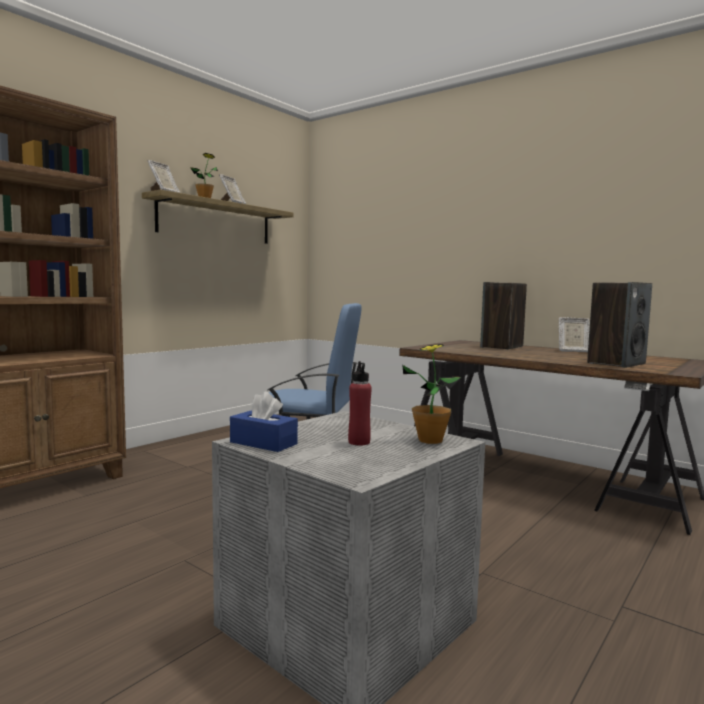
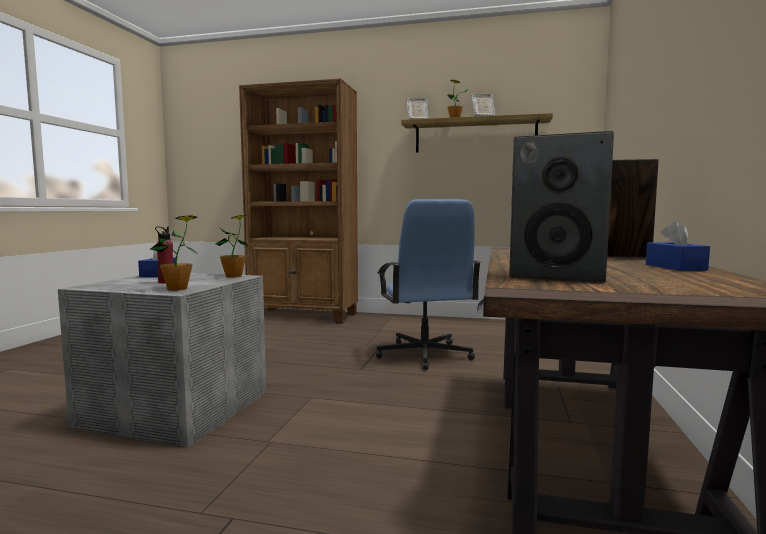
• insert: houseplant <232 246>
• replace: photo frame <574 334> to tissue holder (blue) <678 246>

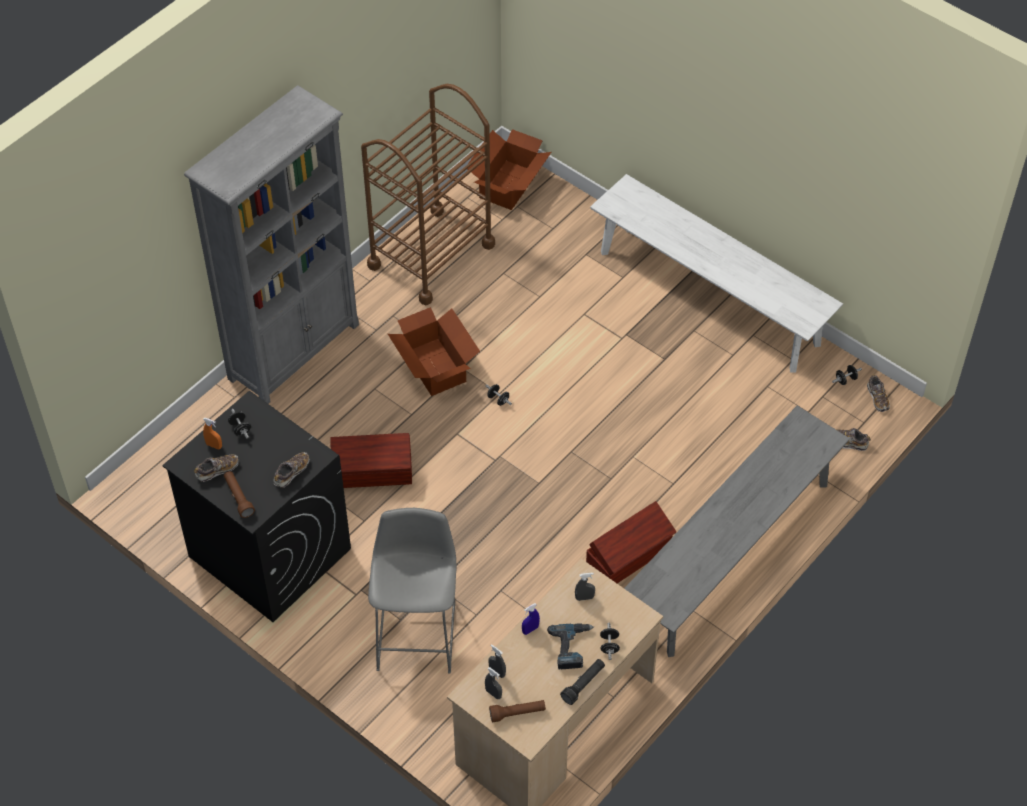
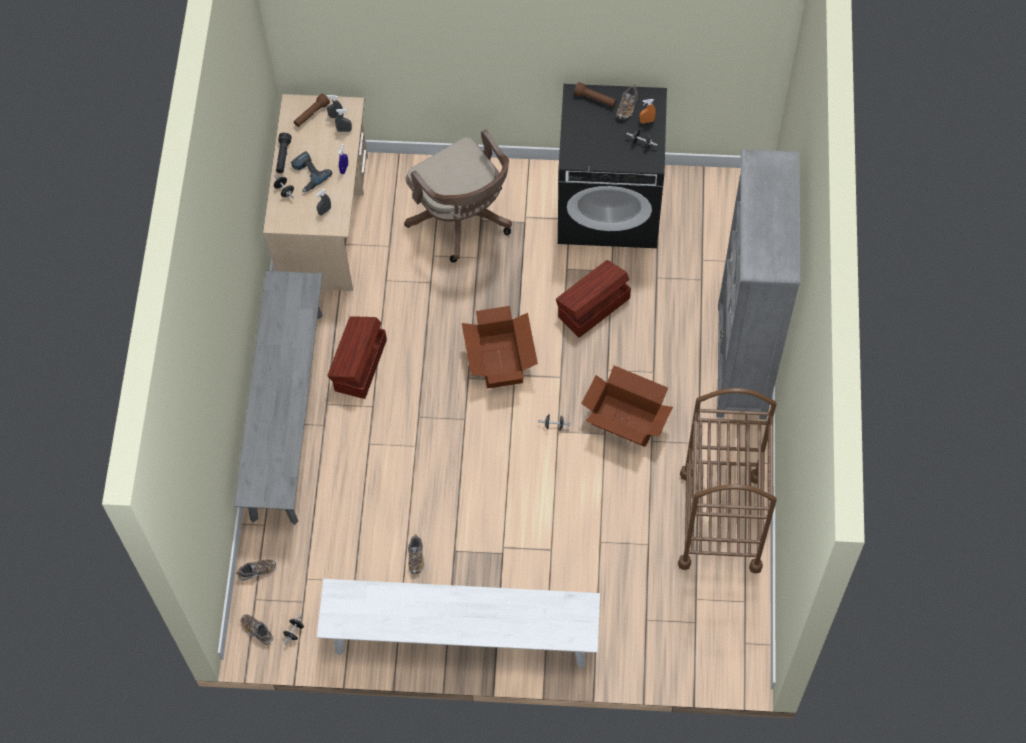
• replace: stool seat (greyish) <412 590> to office chair (brown-coloured) <458 196>
• move: item of footwear <292 470> to <416 554>
• move: packing box <509 169> to <500 347>

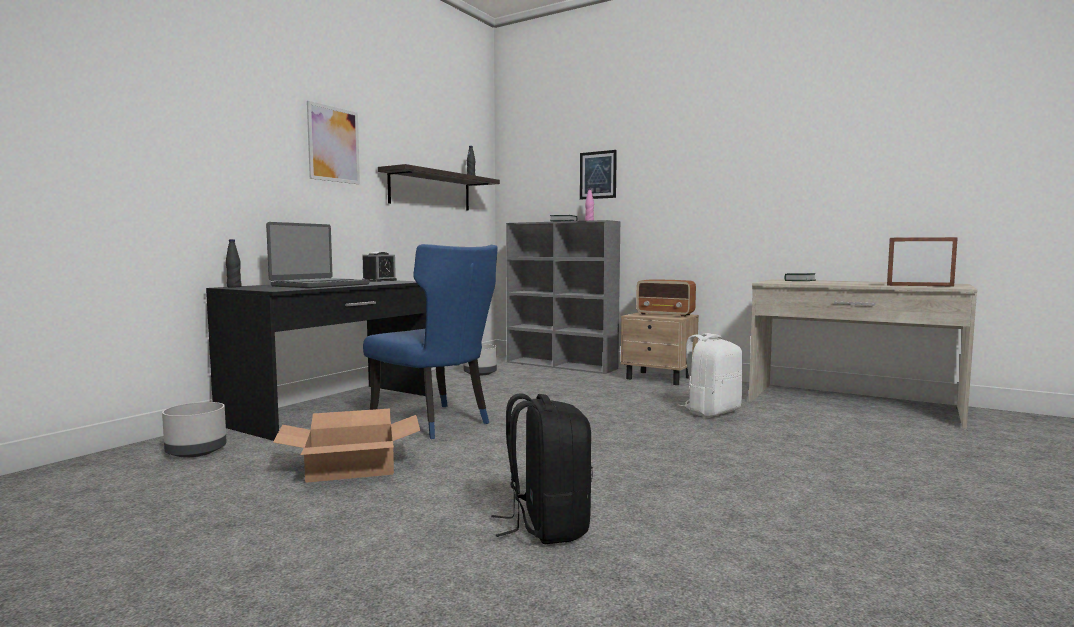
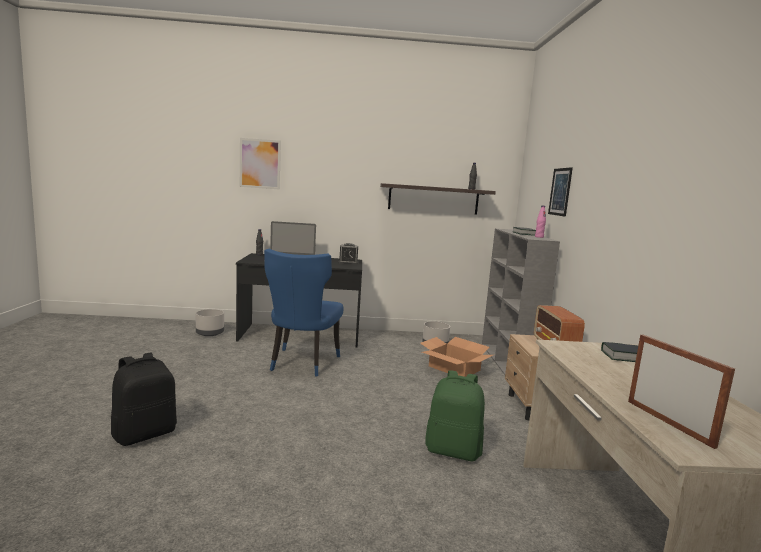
• move: picture <333 142> to <260 164>
• move: packing box <346 446> to <456 357>
• recolor: knapsack (whitish) <710 375> to knapsack (green) <455 415>

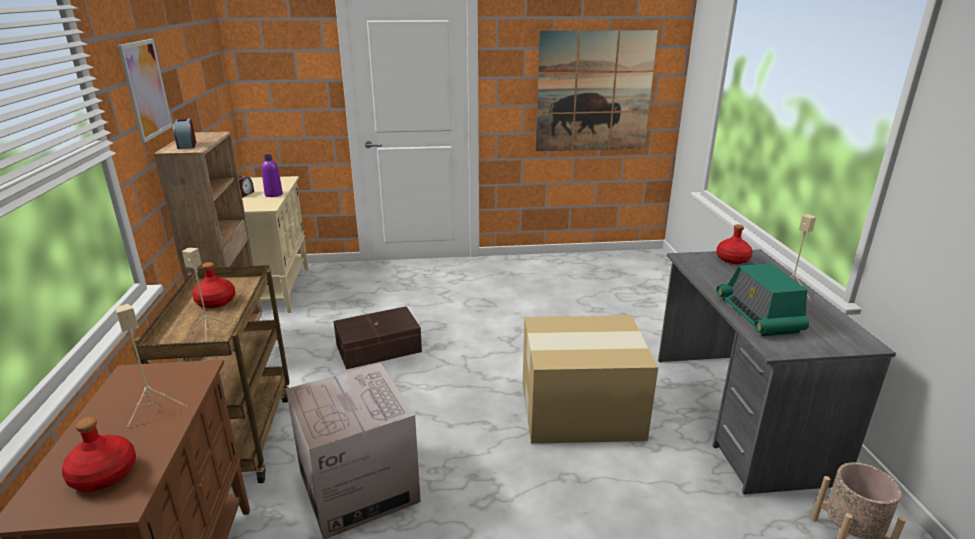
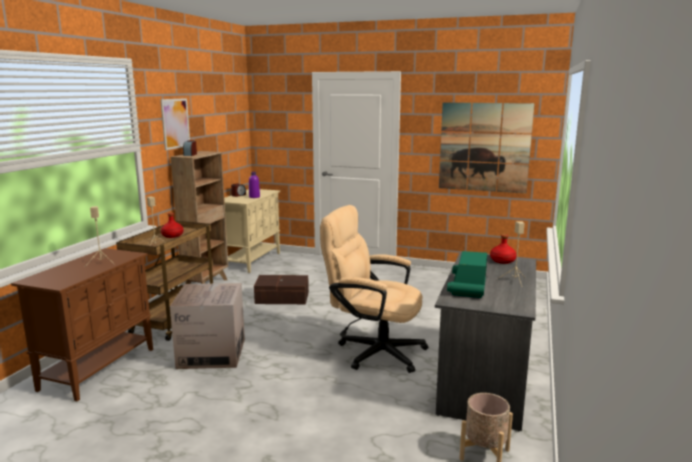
• replace: packing box <590 379> to office chair (sand-coloured) <374 289>
• delete: beverage bottle (red) <99 454>

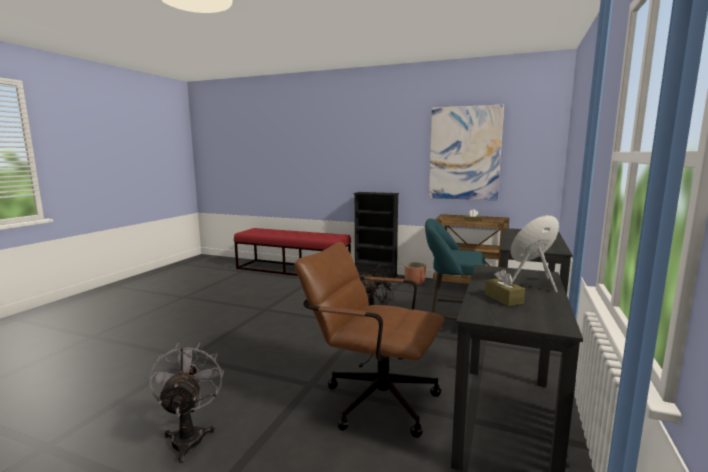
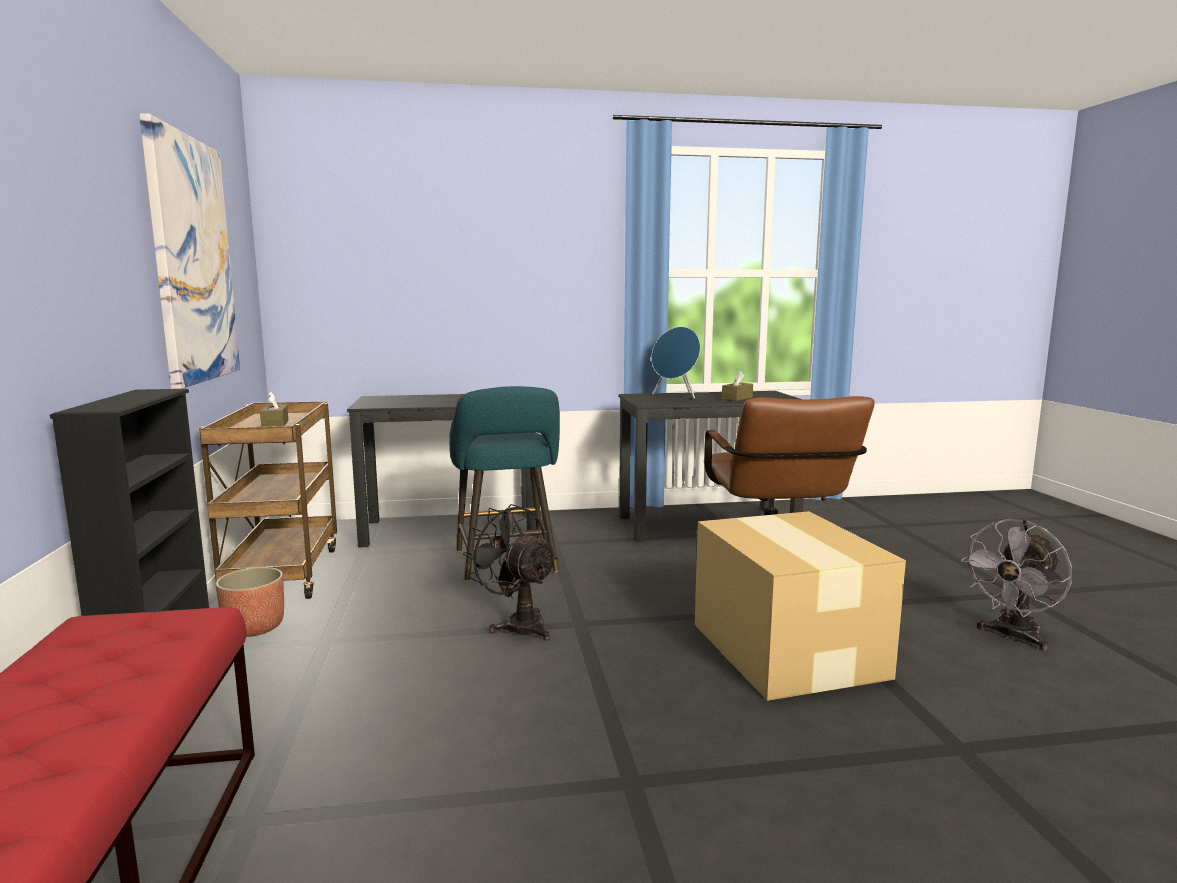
• insert: packing box <800 606>

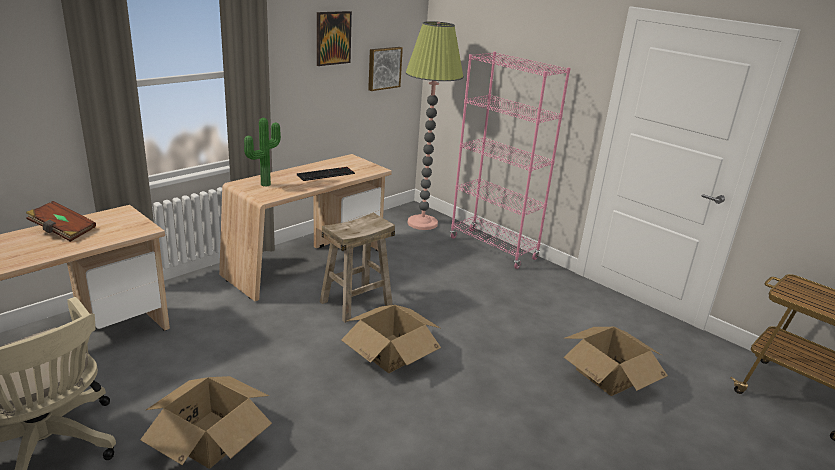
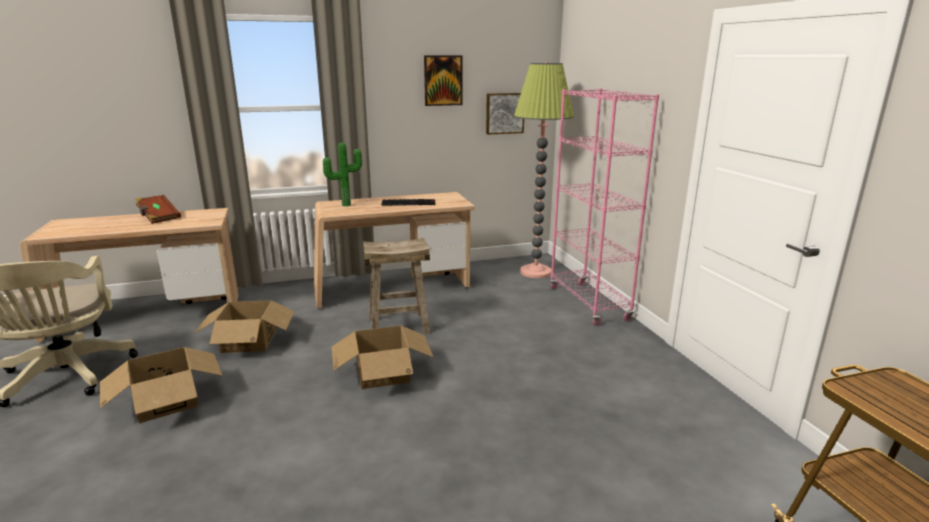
• move: packing box <615 361> to <244 326>

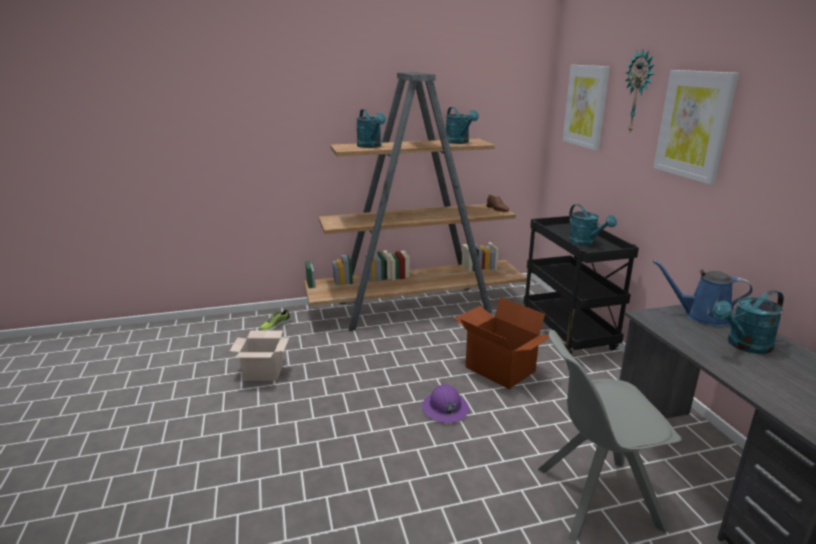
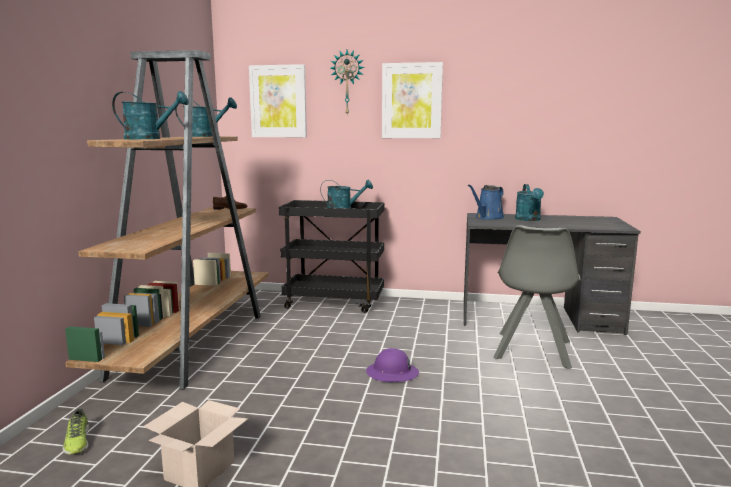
• delete: packing box <501 343>

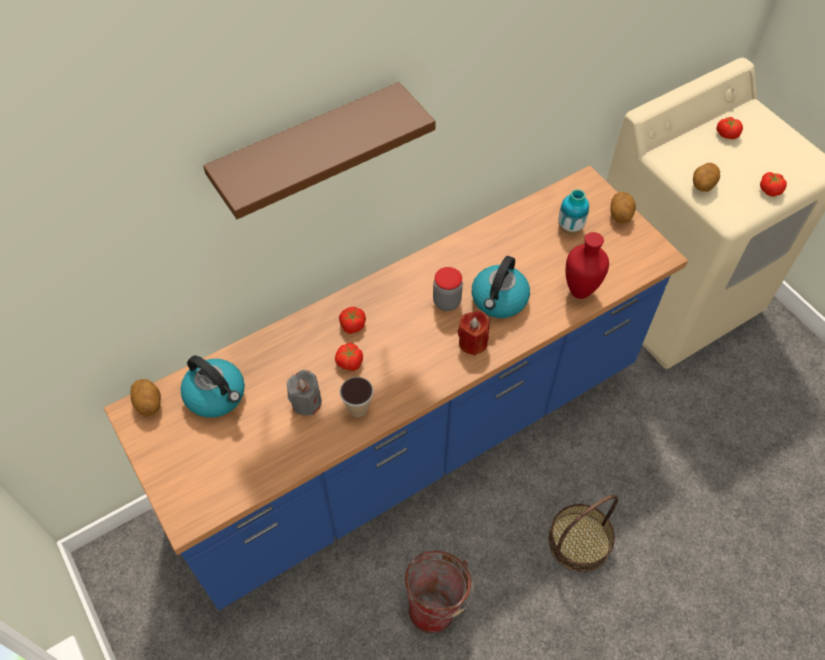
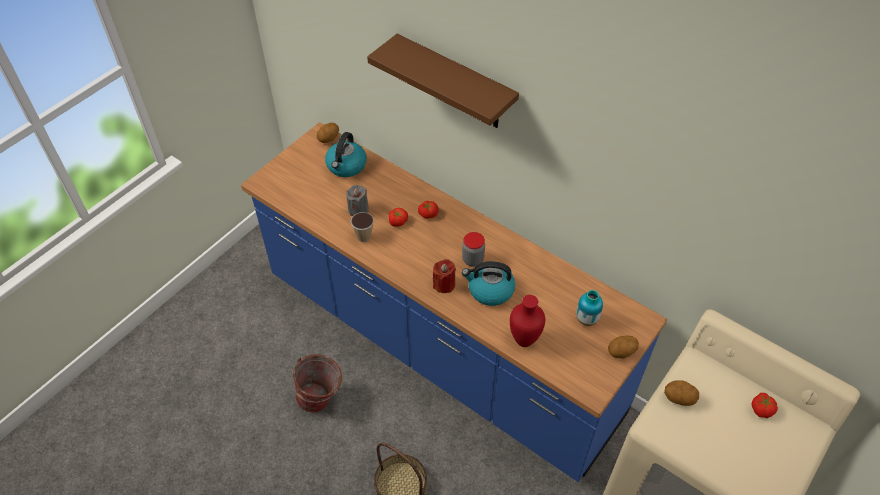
• delete: whole tomato <773 184>

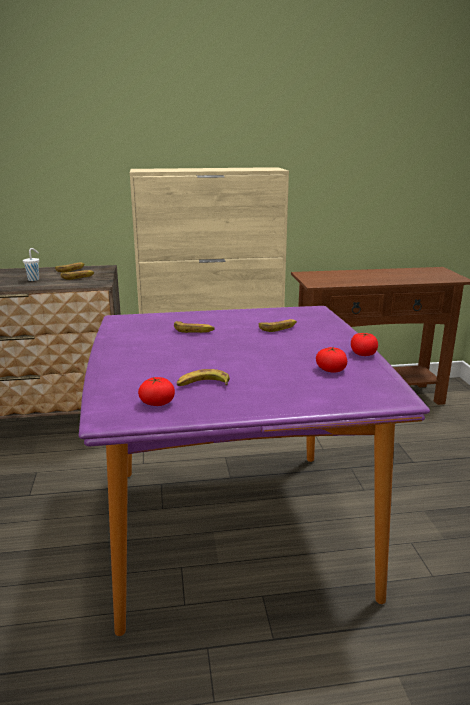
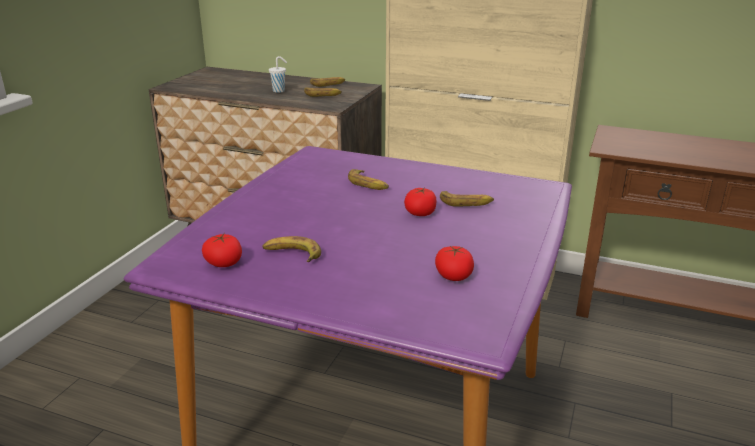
• move: whole tomato <364 344> to <420 202>

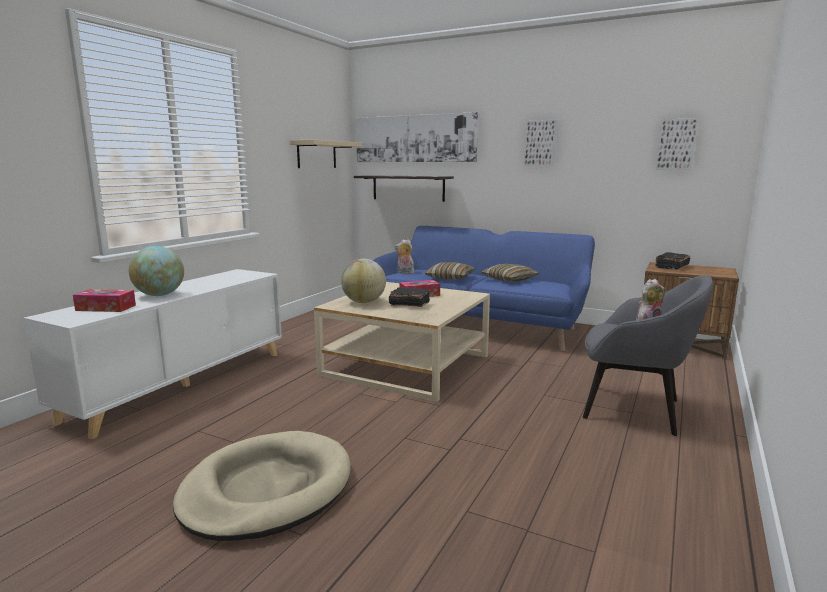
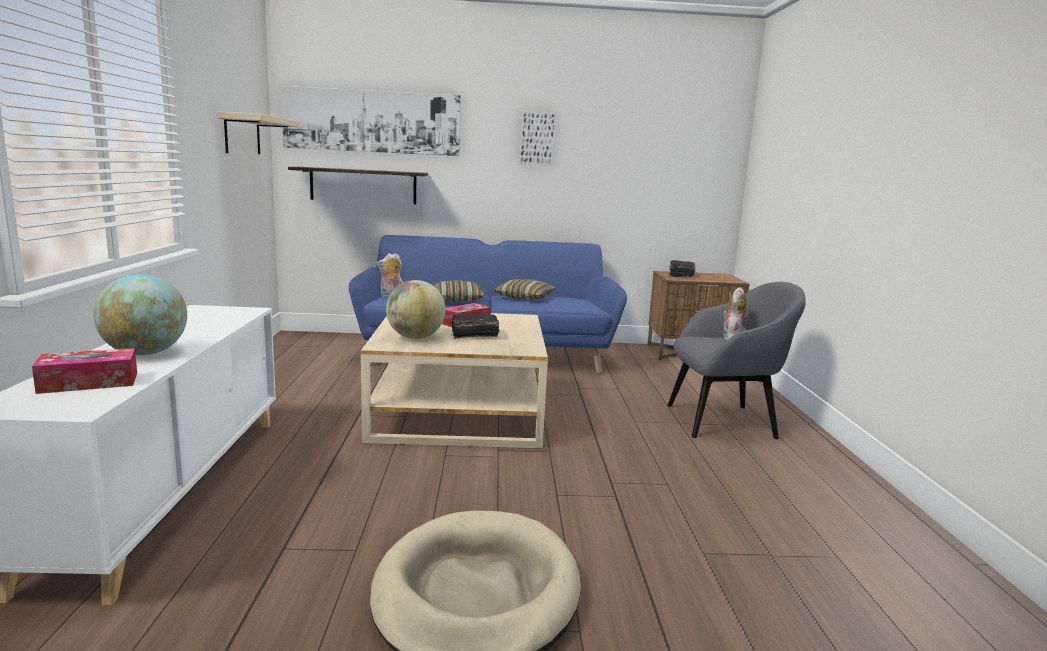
• delete: picture <677 144>

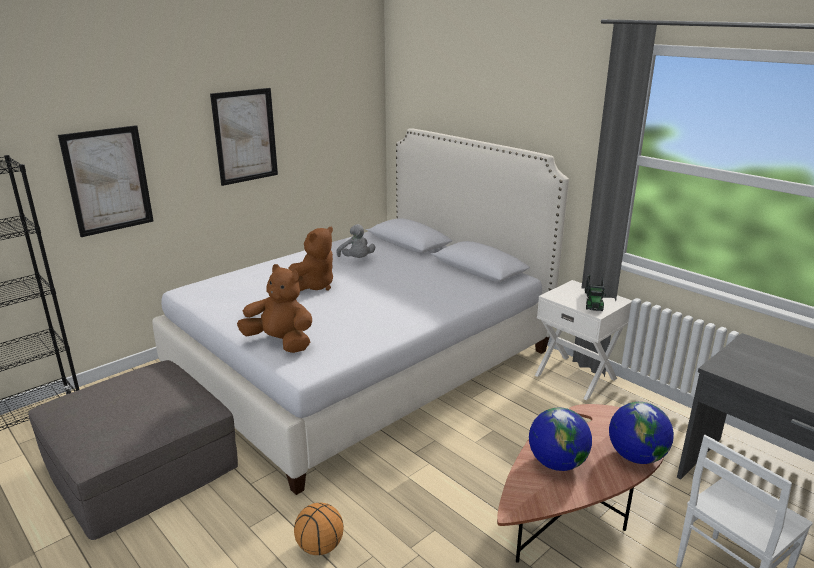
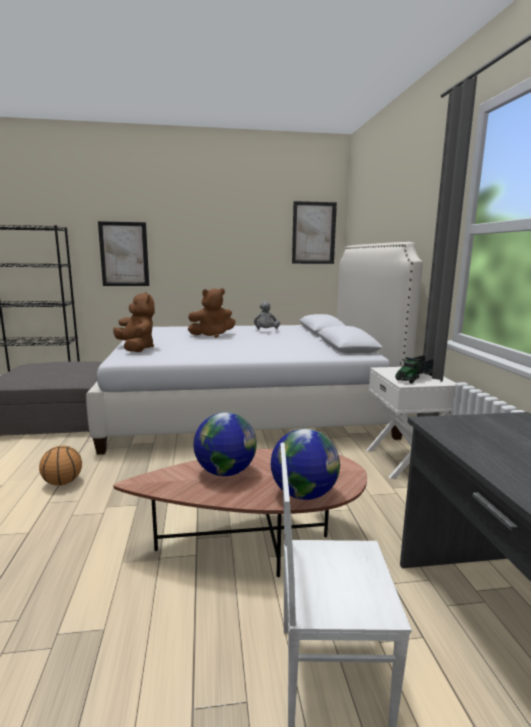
• move: picture <244 137> to <314 232>

